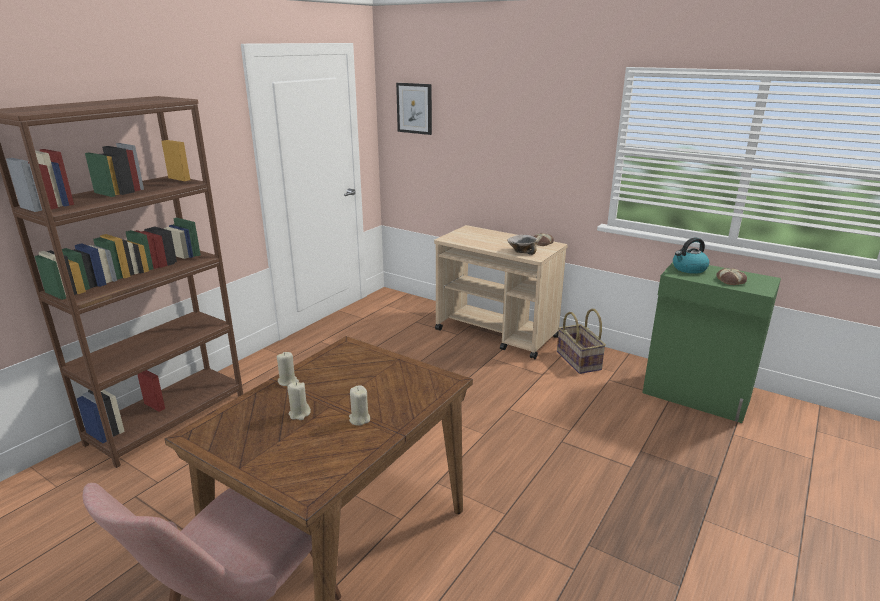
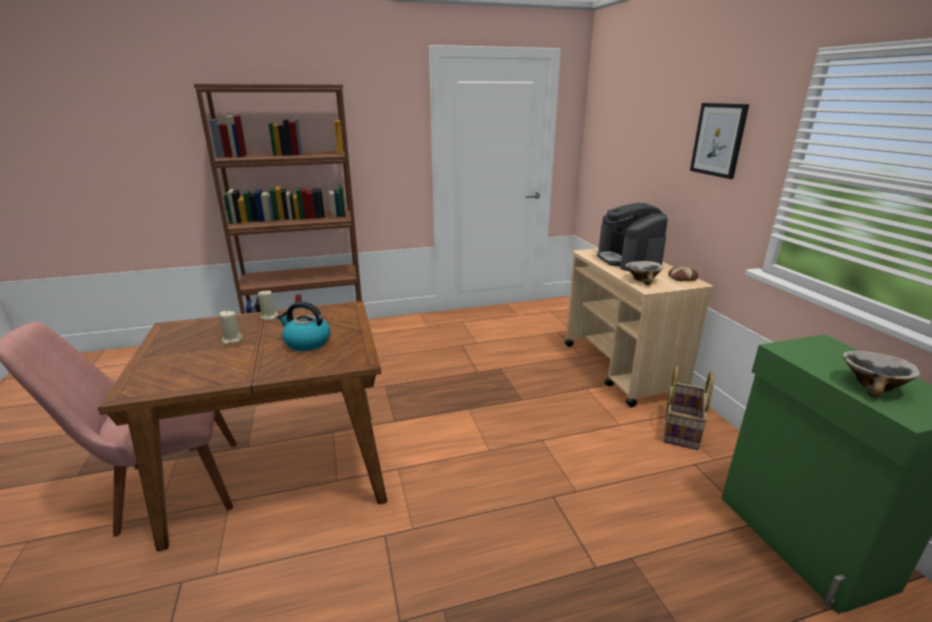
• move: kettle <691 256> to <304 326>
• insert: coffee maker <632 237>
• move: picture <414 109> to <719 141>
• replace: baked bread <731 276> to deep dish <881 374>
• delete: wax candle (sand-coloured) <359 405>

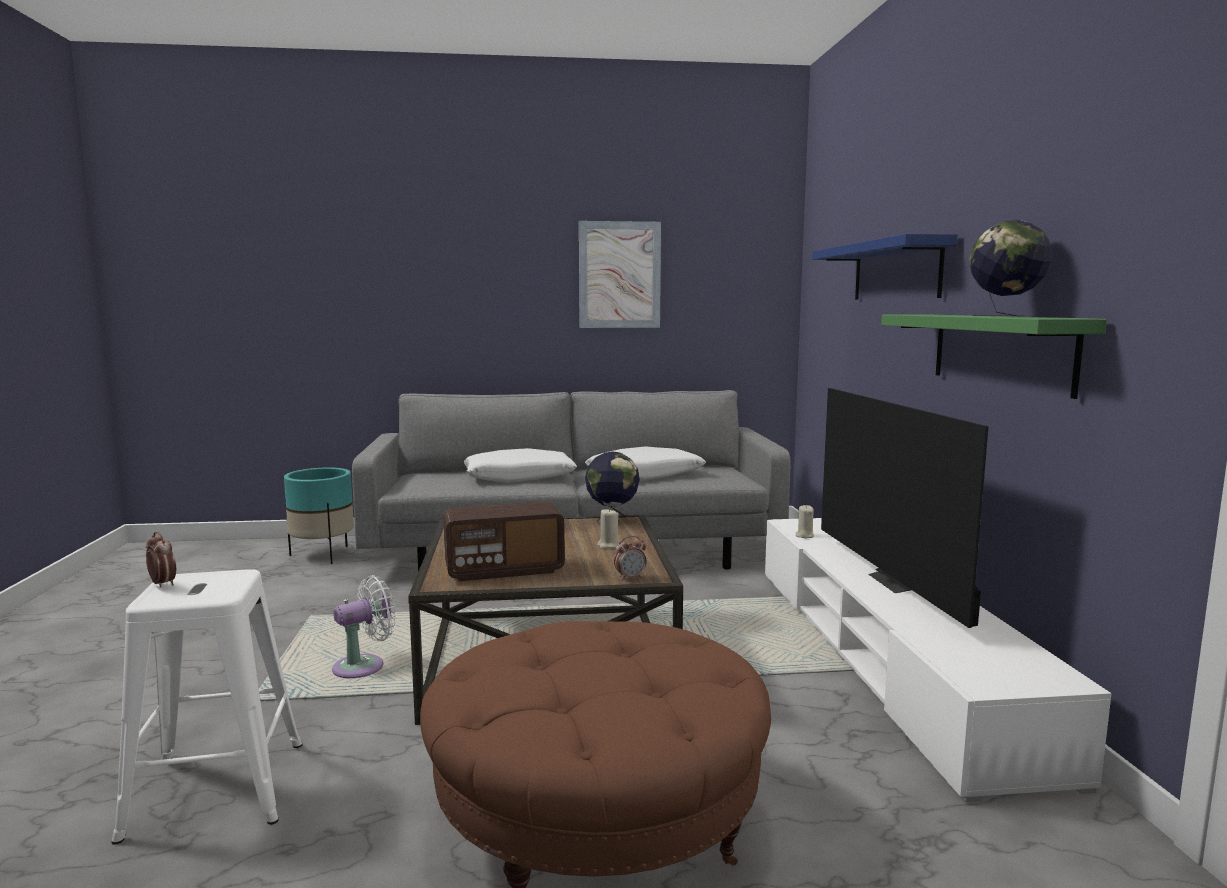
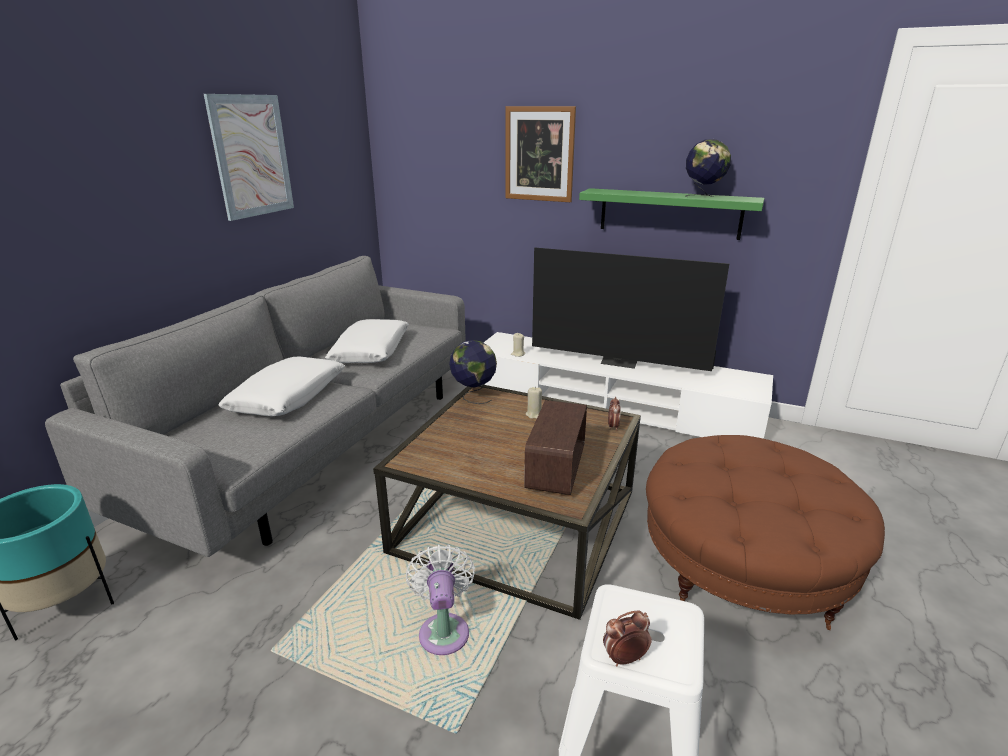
• replace: bracket shelf (blue) <885 266> to picture <540 154>

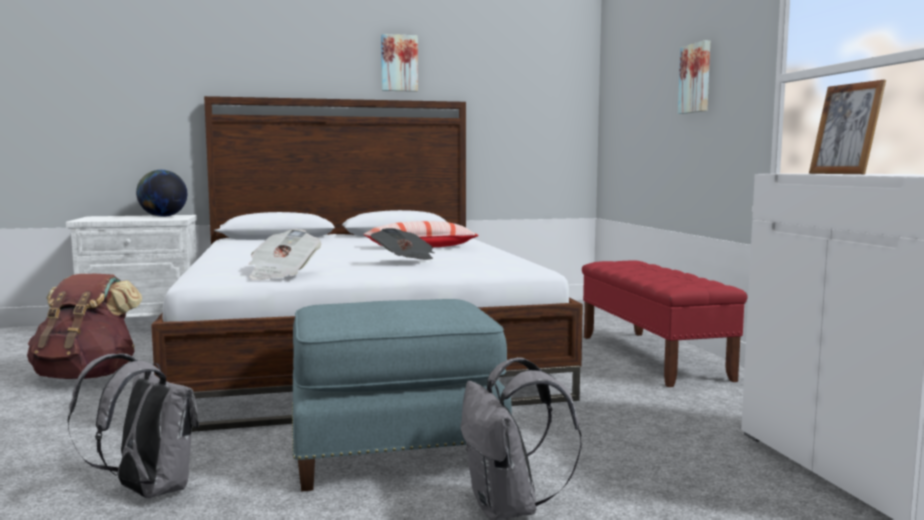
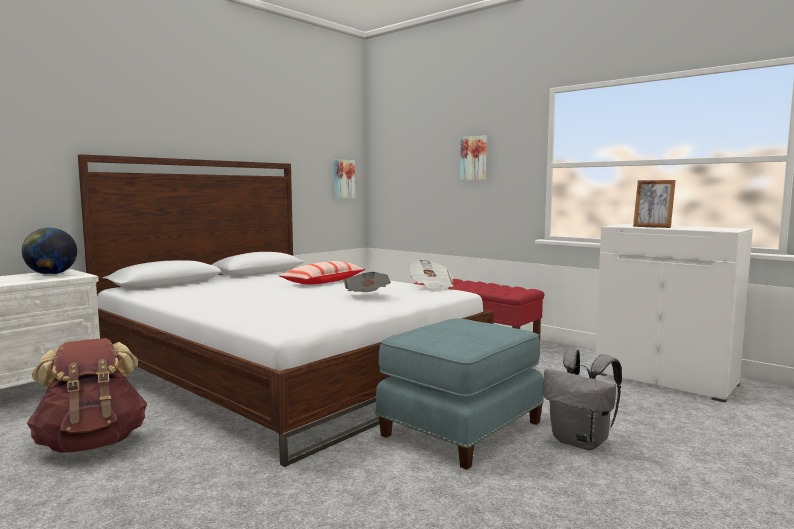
• move: picture <399 63> to <344 178>
• move: daily paper <285 254> to <432 275>
• delete: knapsack (greyish) <133 426>

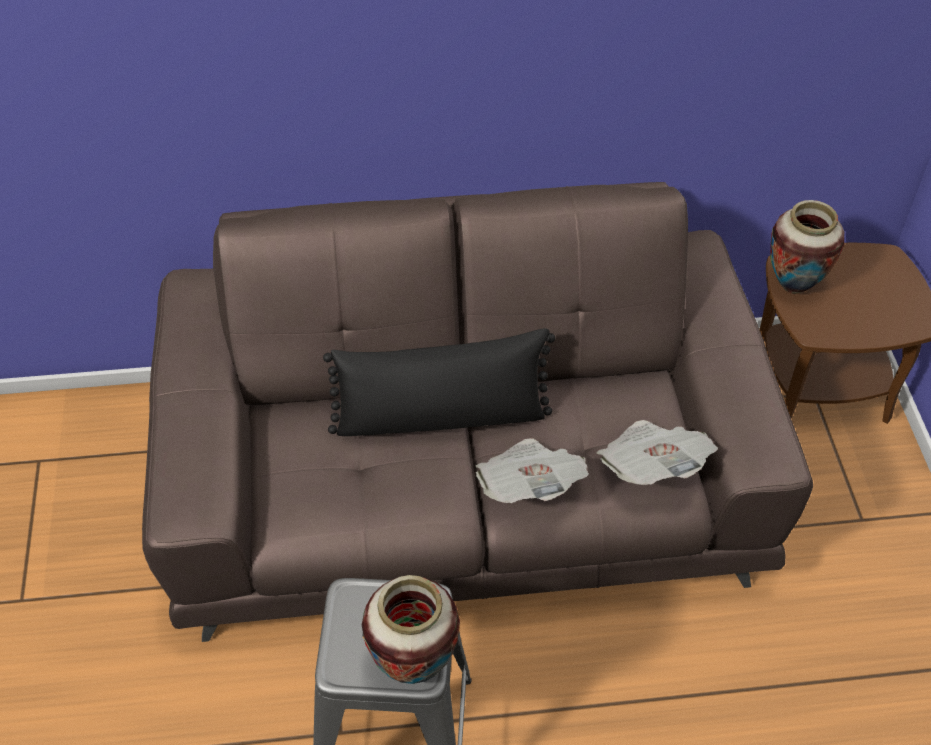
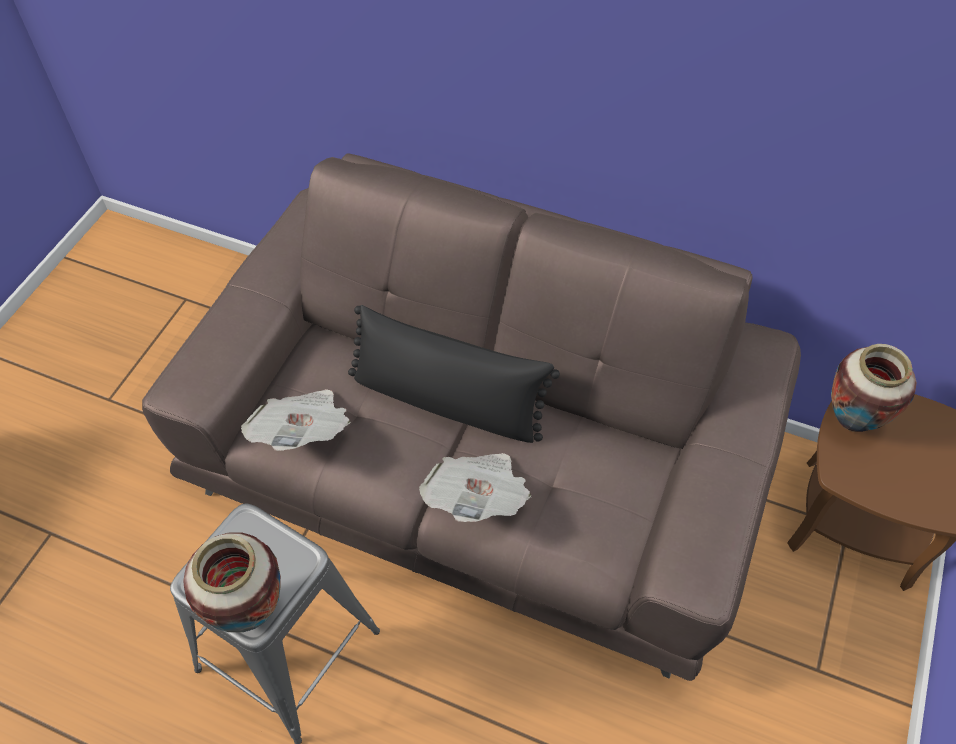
• move: daily paper <657 452> to <296 420>

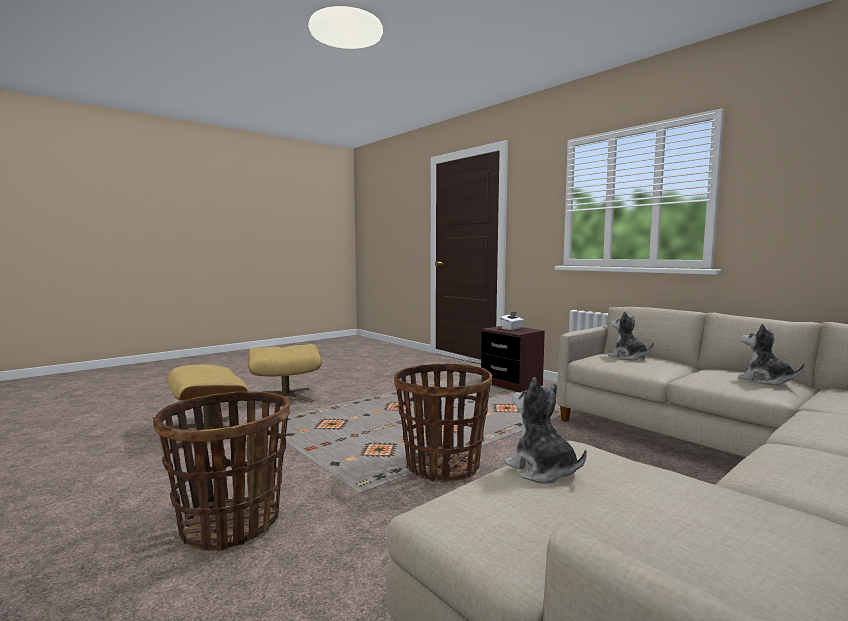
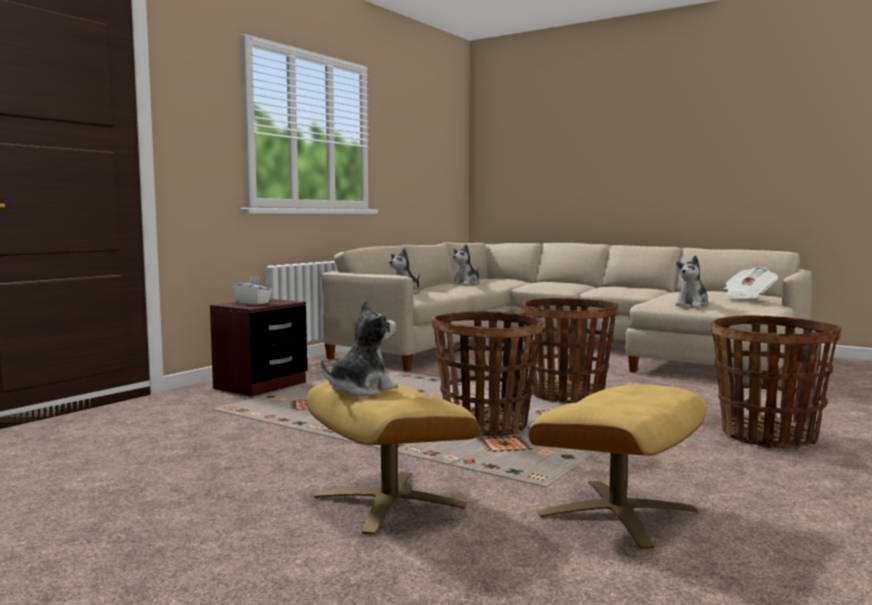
• insert: cuddly toy <359 348>
• insert: household basket <487 374>
• insert: daily paper <751 283>

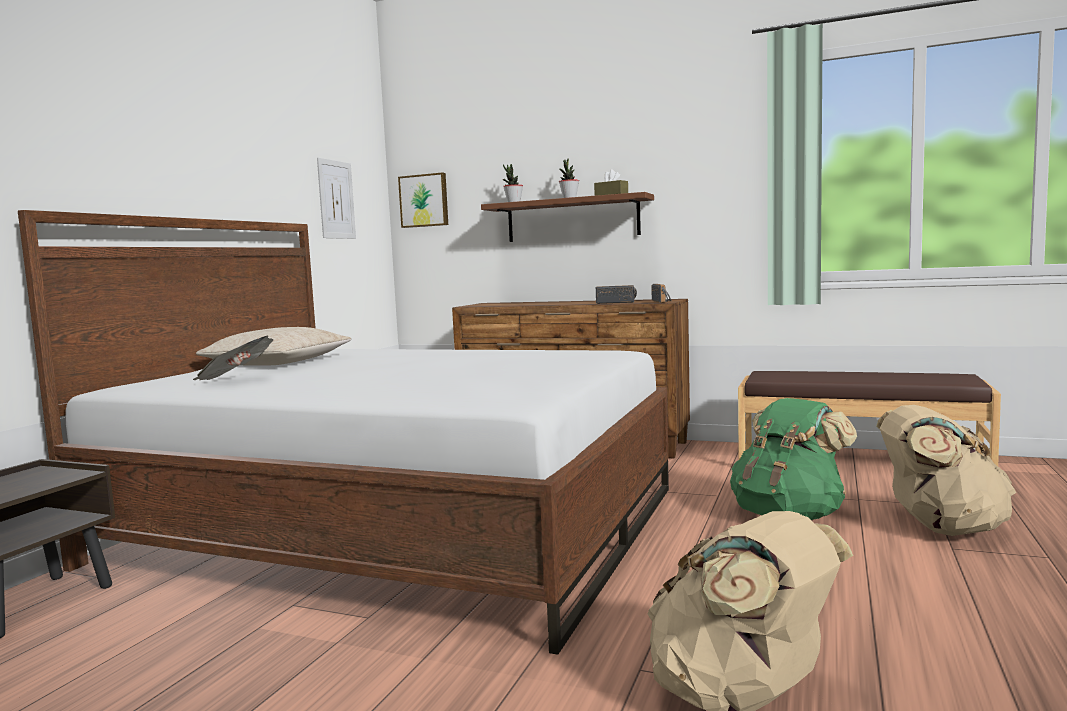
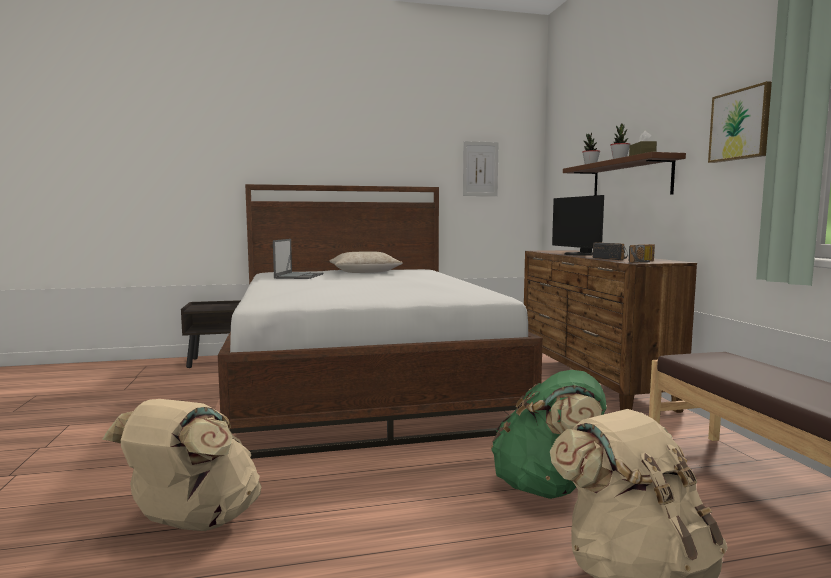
• replace: daily paper <233 357> to laptop <298 259>
• insert: monitor <578 225>
• move: picture <423 200> to <740 122>

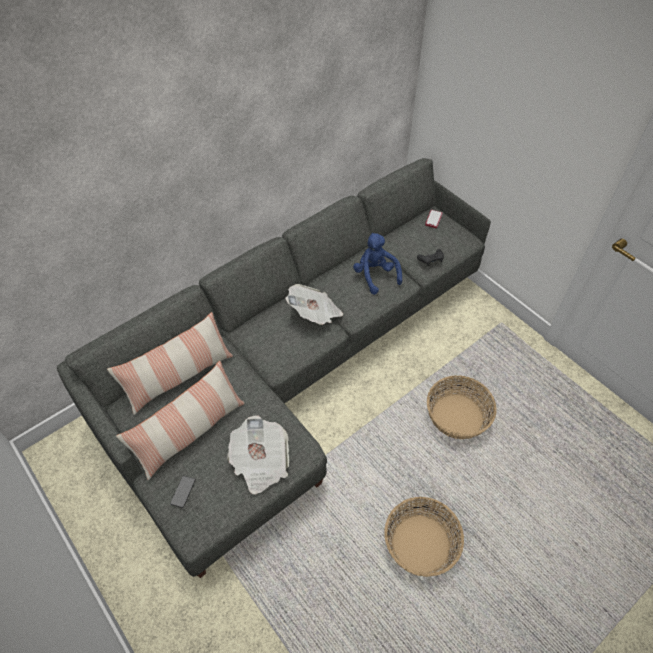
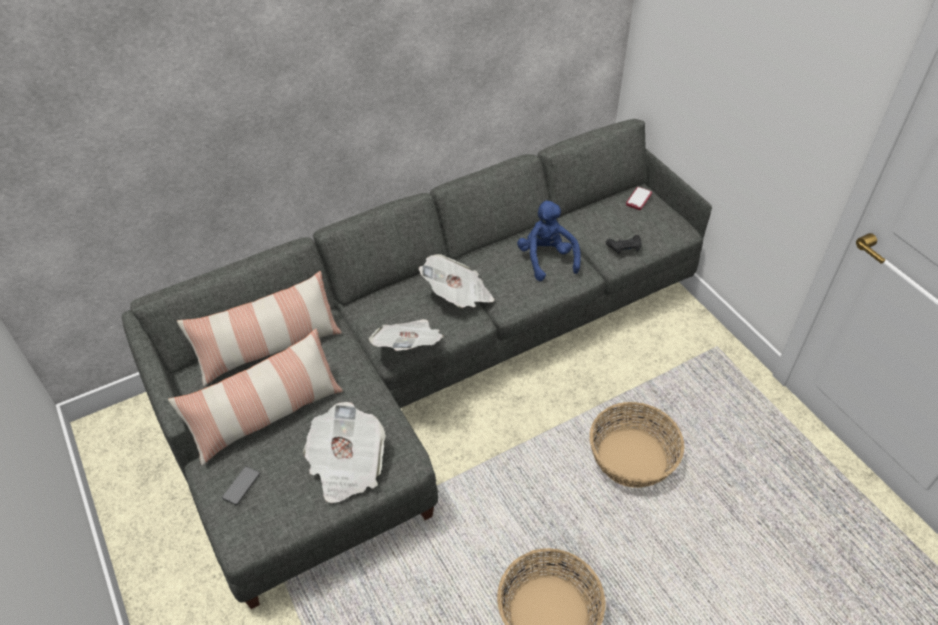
• insert: daily paper <406 335>

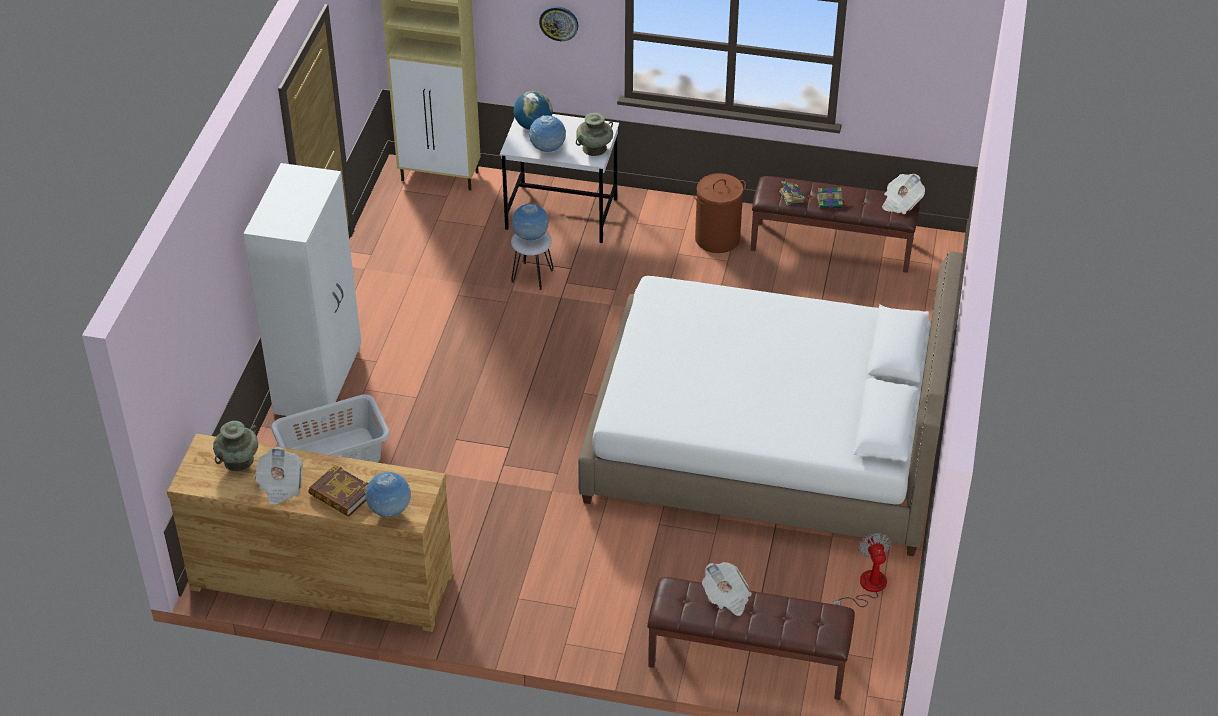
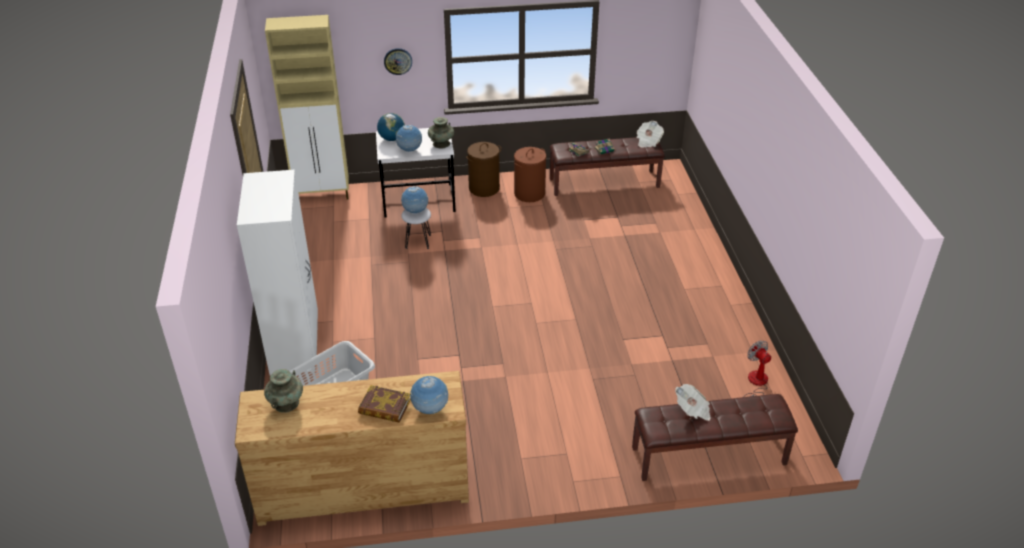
• insert: hamper (brown-coloured) <483 169>
• delete: daily paper <279 476>
• delete: sleeping bed (whitish) <770 403>

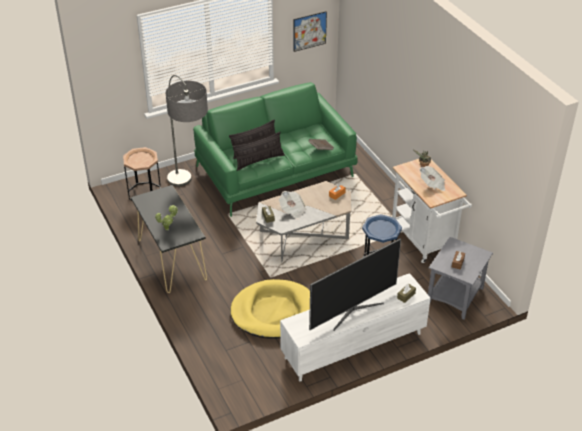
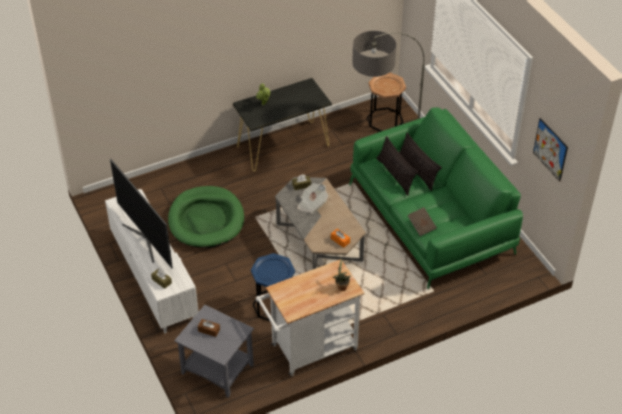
• recolor: pet bed (yellow-coloured) <270 309> to pet bed (green) <206 217>
• delete: daily paper <432 178>

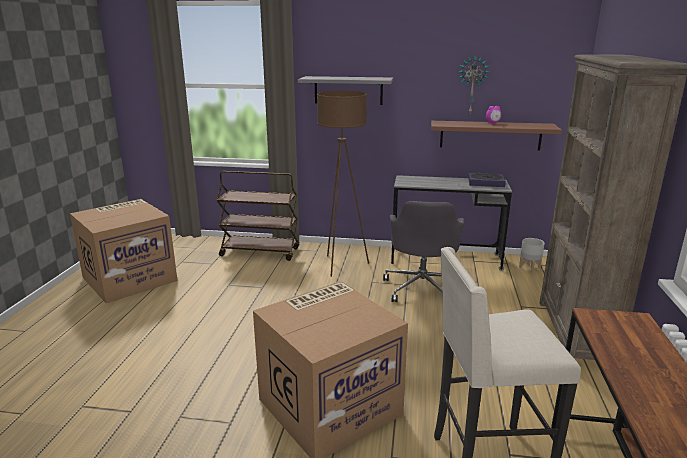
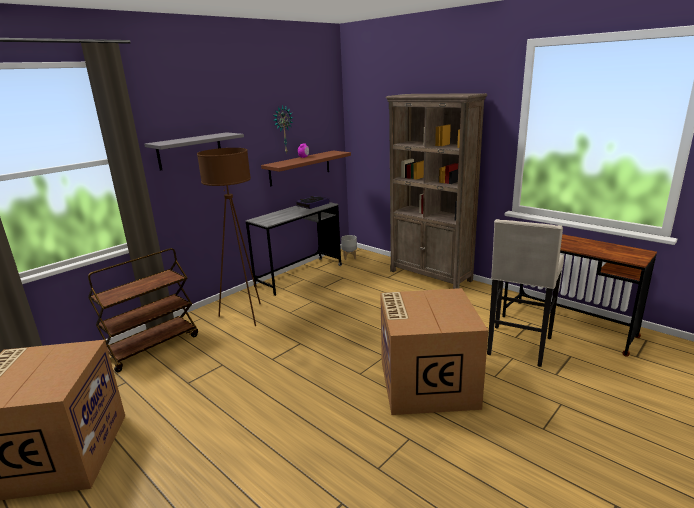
• delete: office chair (greyish) <424 251>

